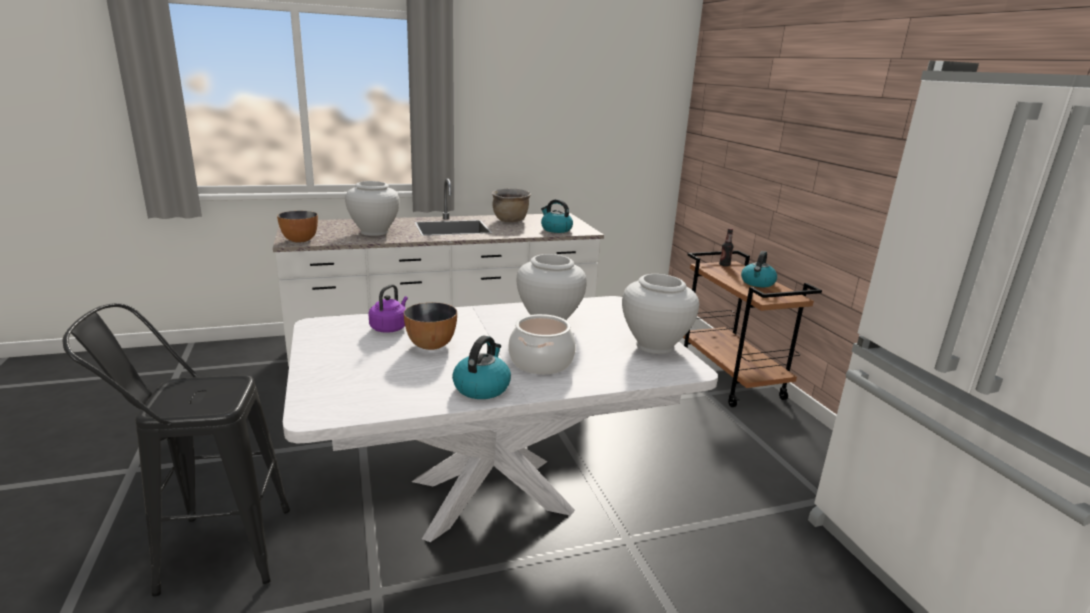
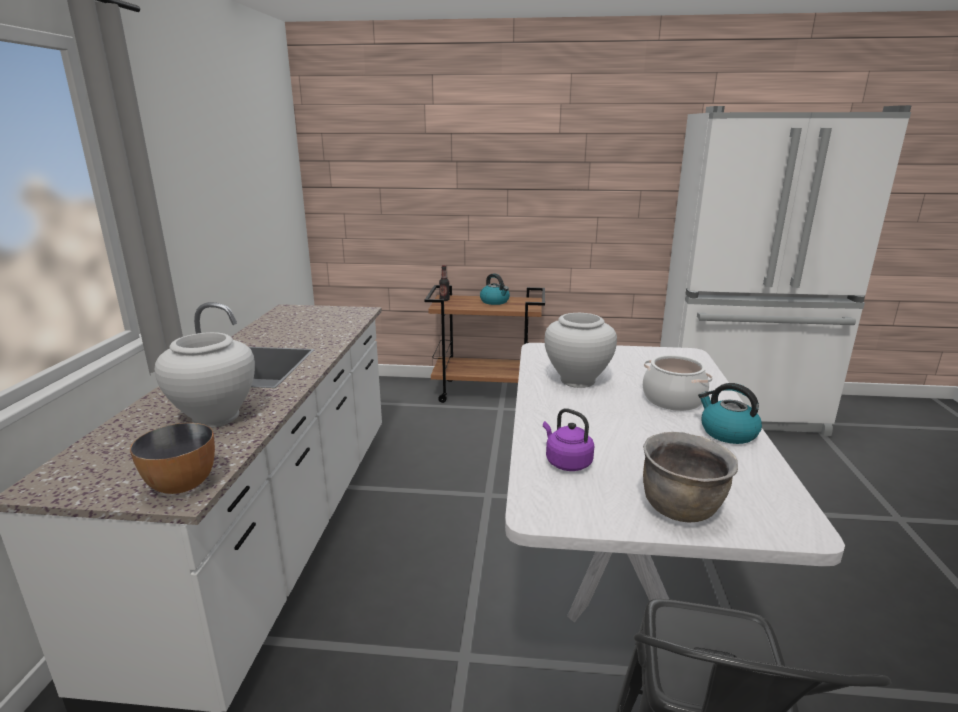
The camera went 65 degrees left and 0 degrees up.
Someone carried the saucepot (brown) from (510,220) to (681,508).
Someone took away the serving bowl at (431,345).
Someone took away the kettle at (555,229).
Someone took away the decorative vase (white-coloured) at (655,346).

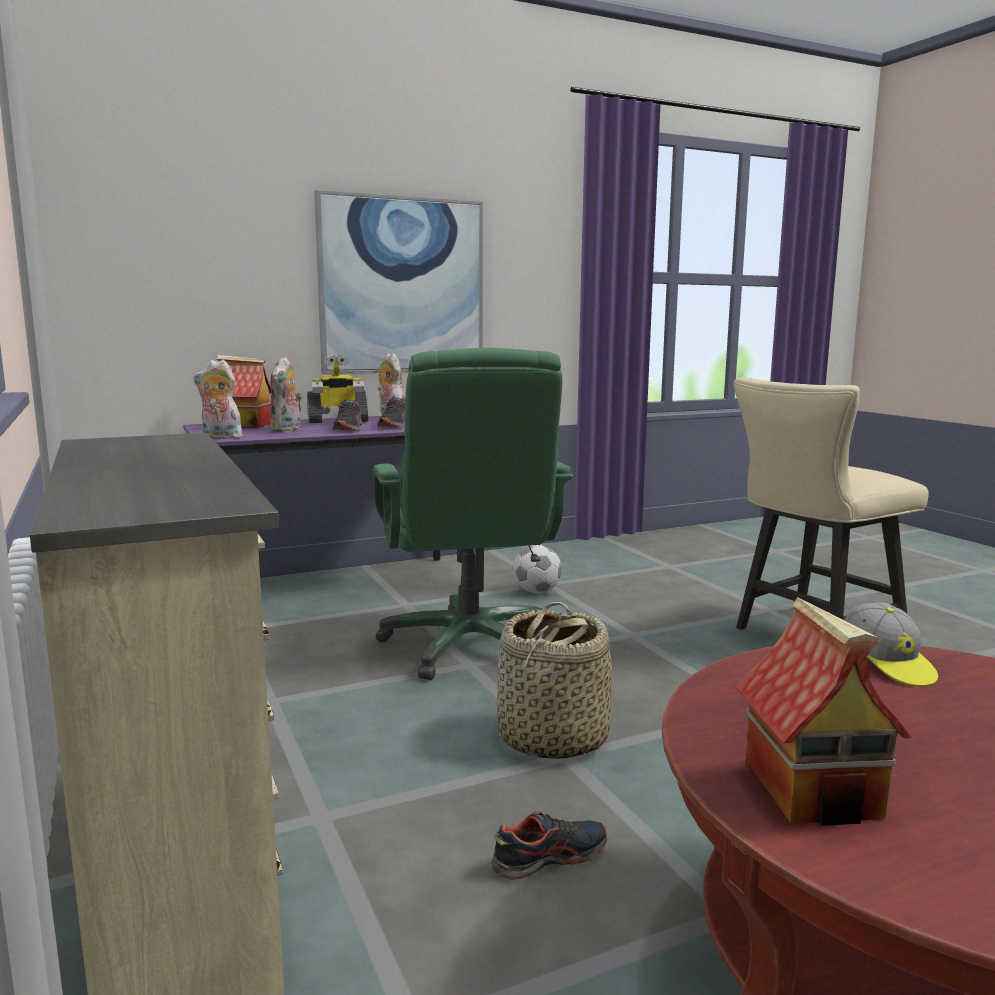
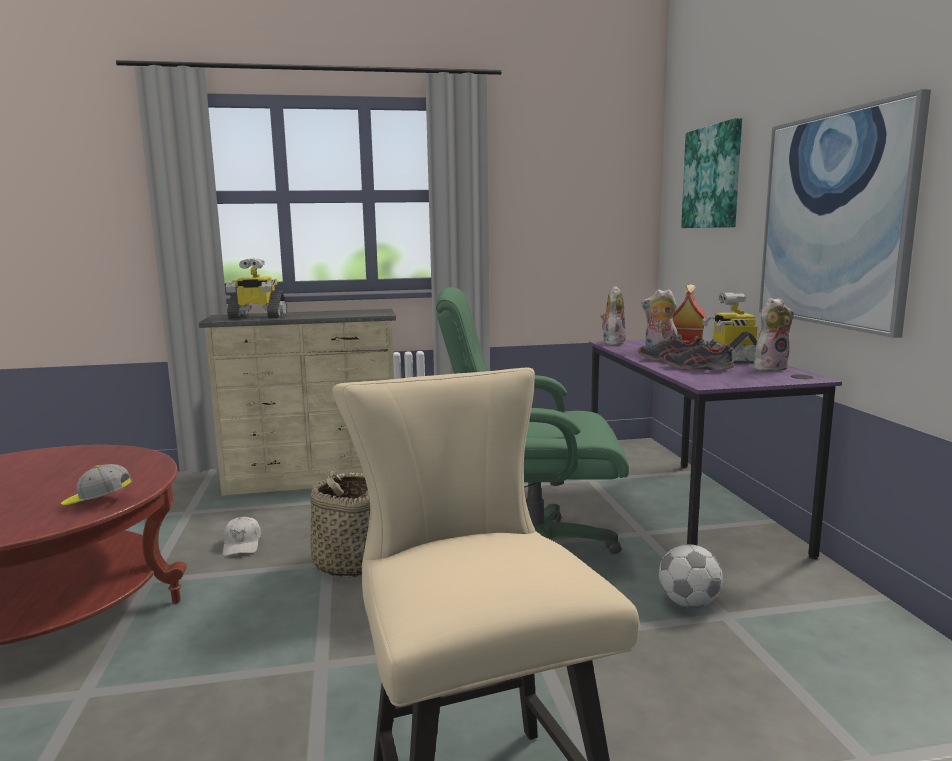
The camera went 105 degrees right and 0 degrees up.
Someone swapped the low shoe at (549,858) for the baseball cap (white-coloured) at (242,544).
Someone put down the robot figure at (257,317).
Someone put up the wall art at (712,177).
Someone took away the miniature house at (815,790).

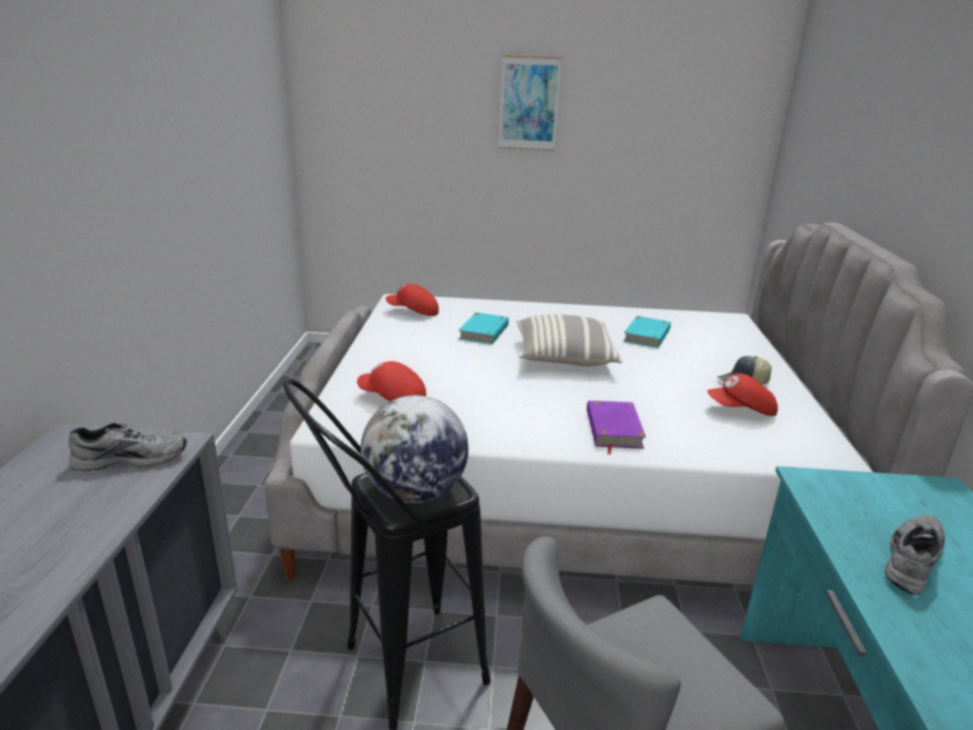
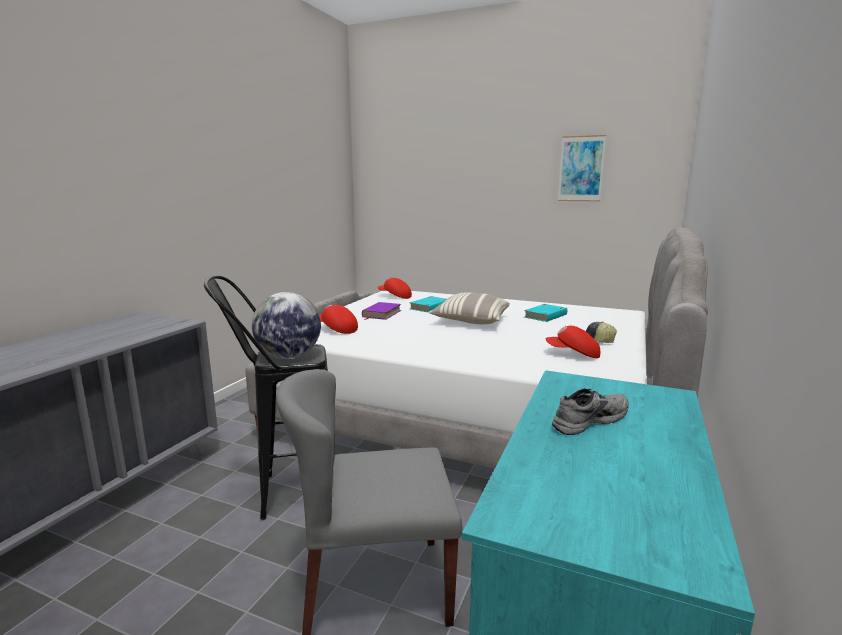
The camera went 20 degrees right and 10 degrees down.
Someone carried the bound book (purplish) from (613,429) to (381,314).
Someone carried the wall art from (529,104) to (581,169).
Someone took away the low shoe (gray) at (132,458).

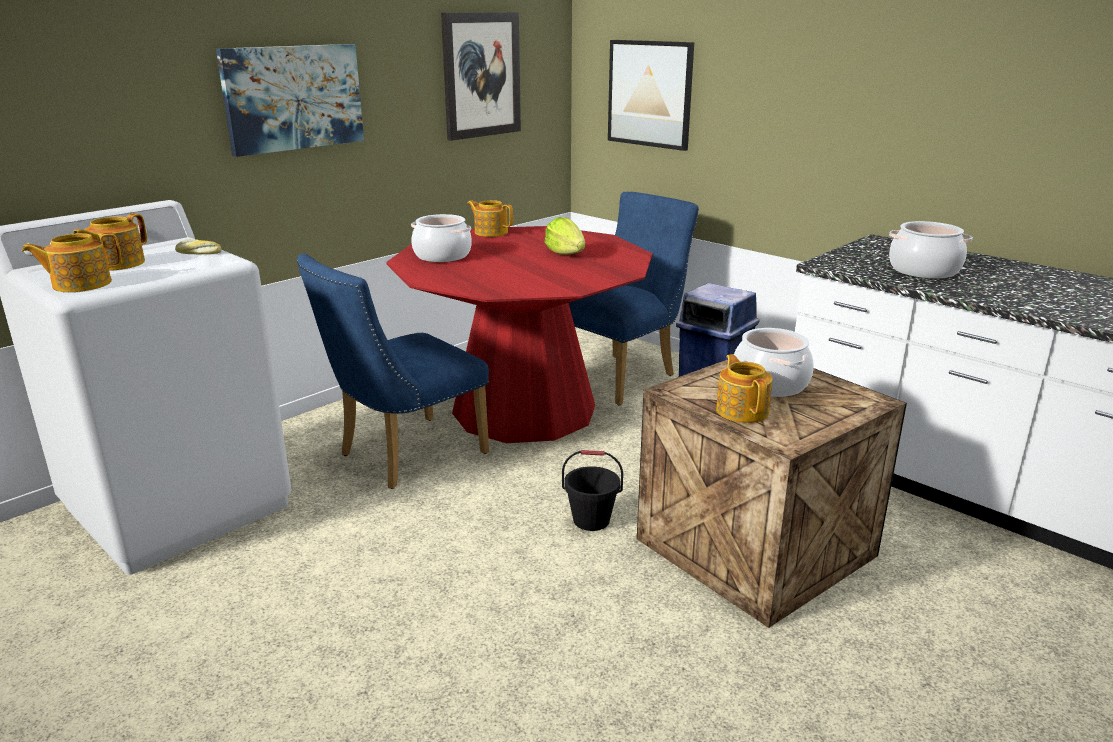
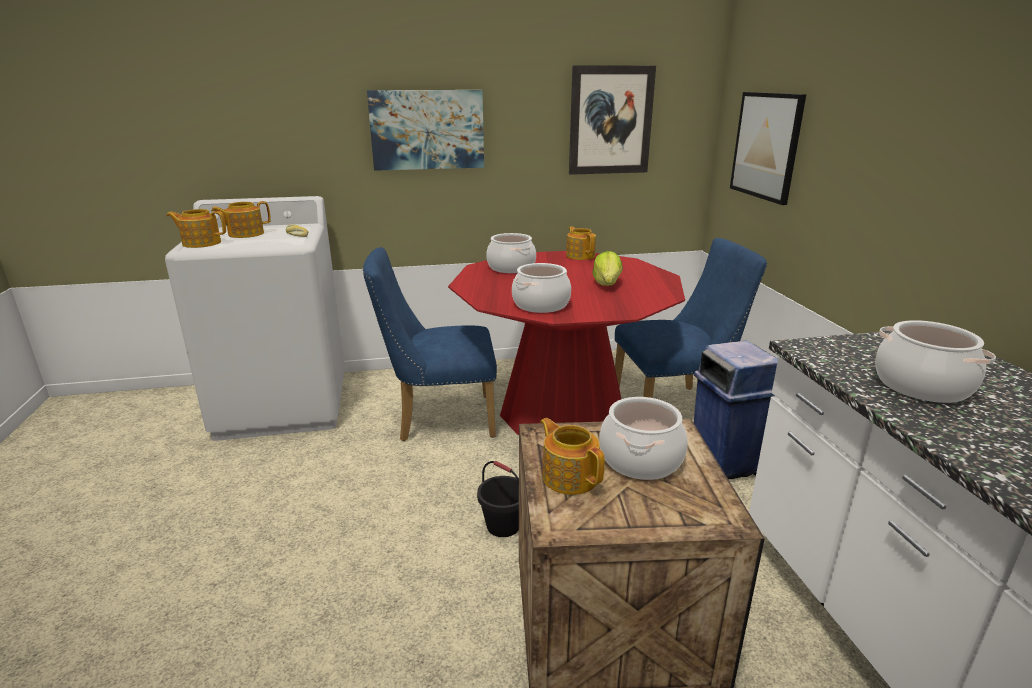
The camera went 35 degrees right and 0 degrees up.
Someone put down the saucepot at (541,305).
Someone rotated the teapot at (742,410) by 60 degrees counterclockwise.

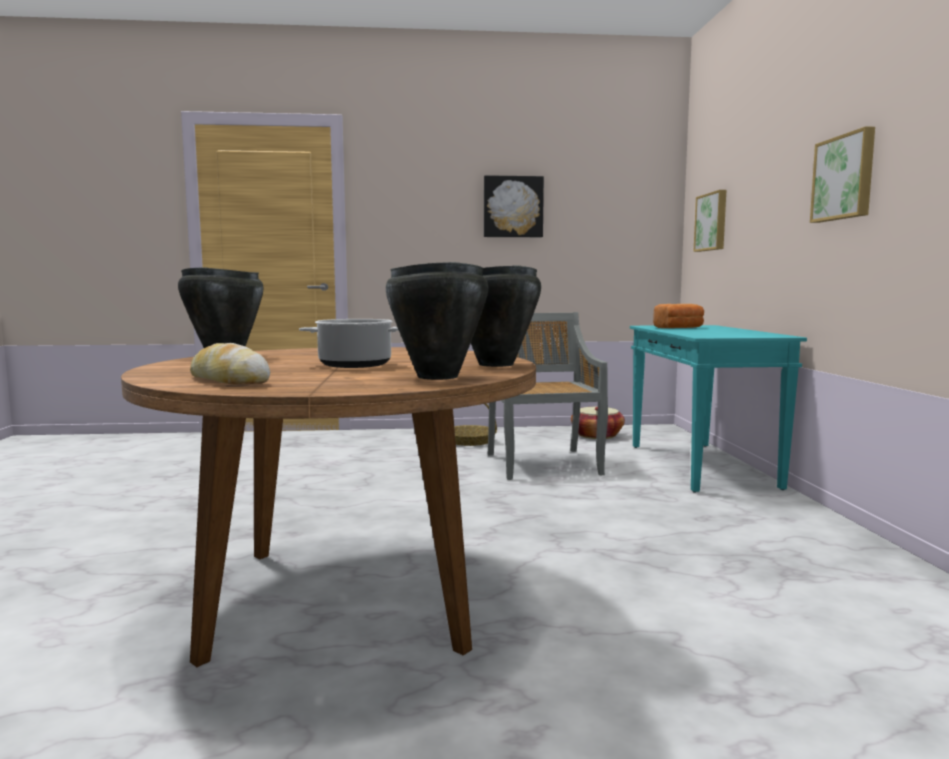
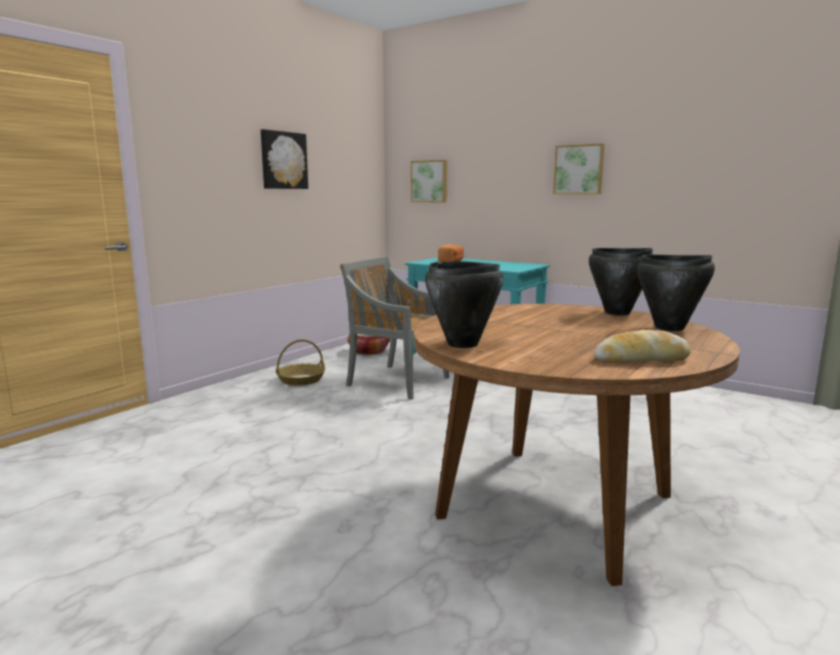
The camera went 50 degrees left and 5 degrees up.
Someone took away the saucepot at (356,365).

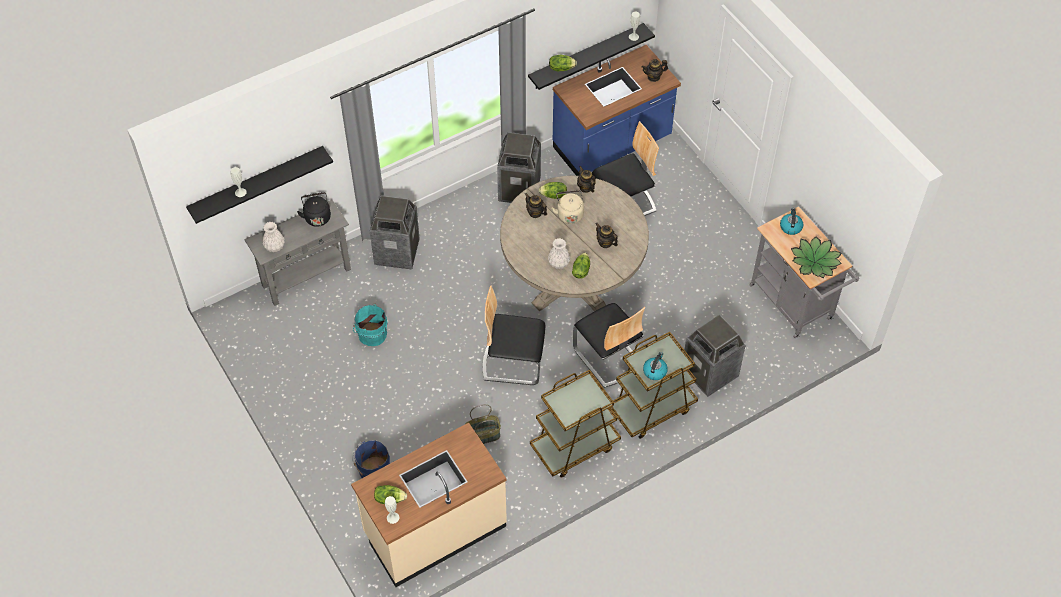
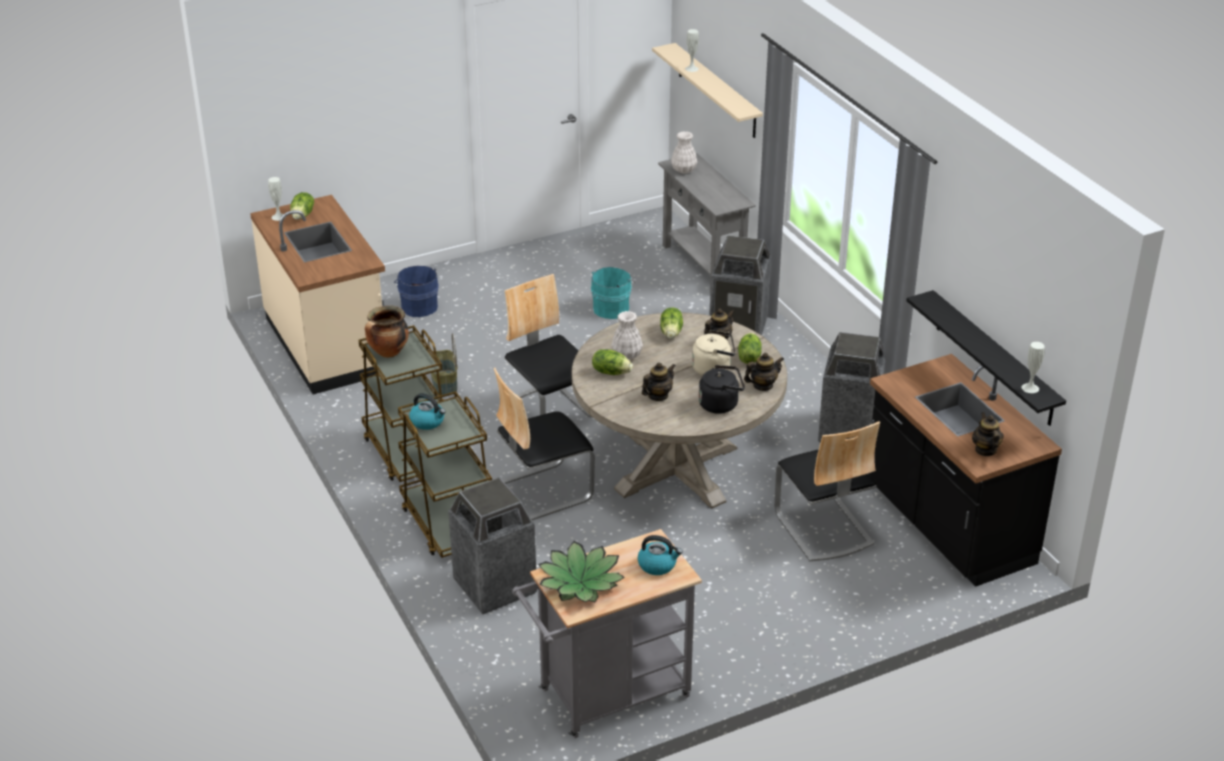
The camera went 95 degrees right and 20 degrees down.
Someone put down the saucepot at (388,353).
Someone rotated the chair at (513,362) by 45 degrees counterclockwise.
Someone repainted the shelf (black-coloured) at (257,184), which became the shelf (beige-coloured) at (717,91).
Someone carried the lettuce from (561,68) to (671,333).
Someone carried the kettle (black-coloured) from (317,216) to (721,404).
Someone repainted the kitchen counter (bluish) at (612,144), which became the kitchen counter (black-coloured) at (947,526).

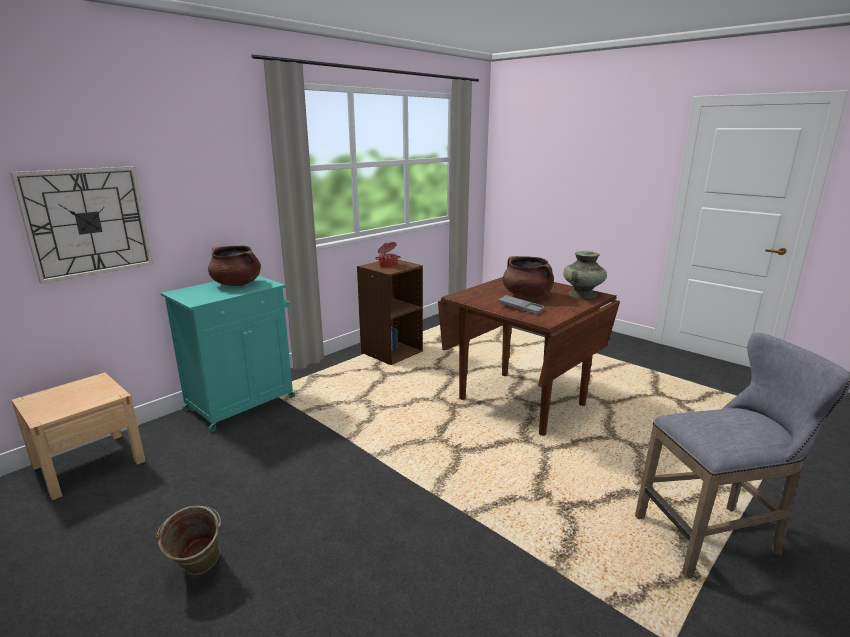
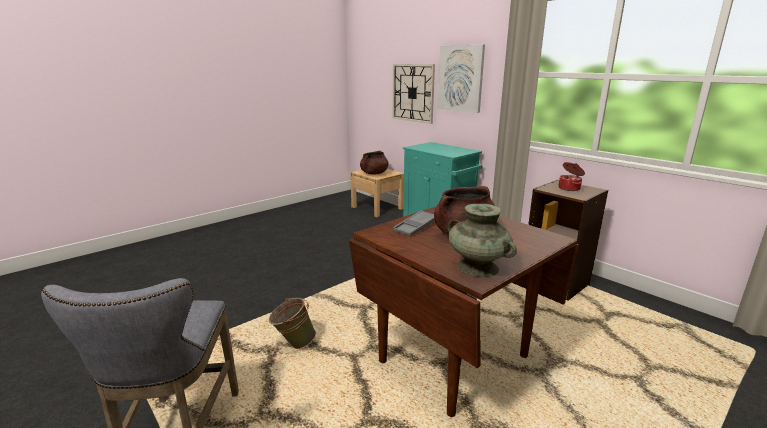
The camera went 95 degrees right and 0 degrees up.
Someone carried the bucket (greenish) from (198,572) to (293,343).
Someone carried the saucepot (brown) from (237,284) to (374,173).
Someone put up the wall art at (460,78).

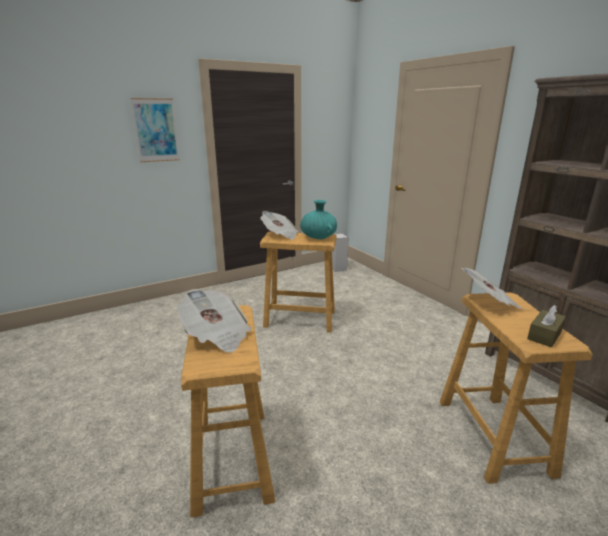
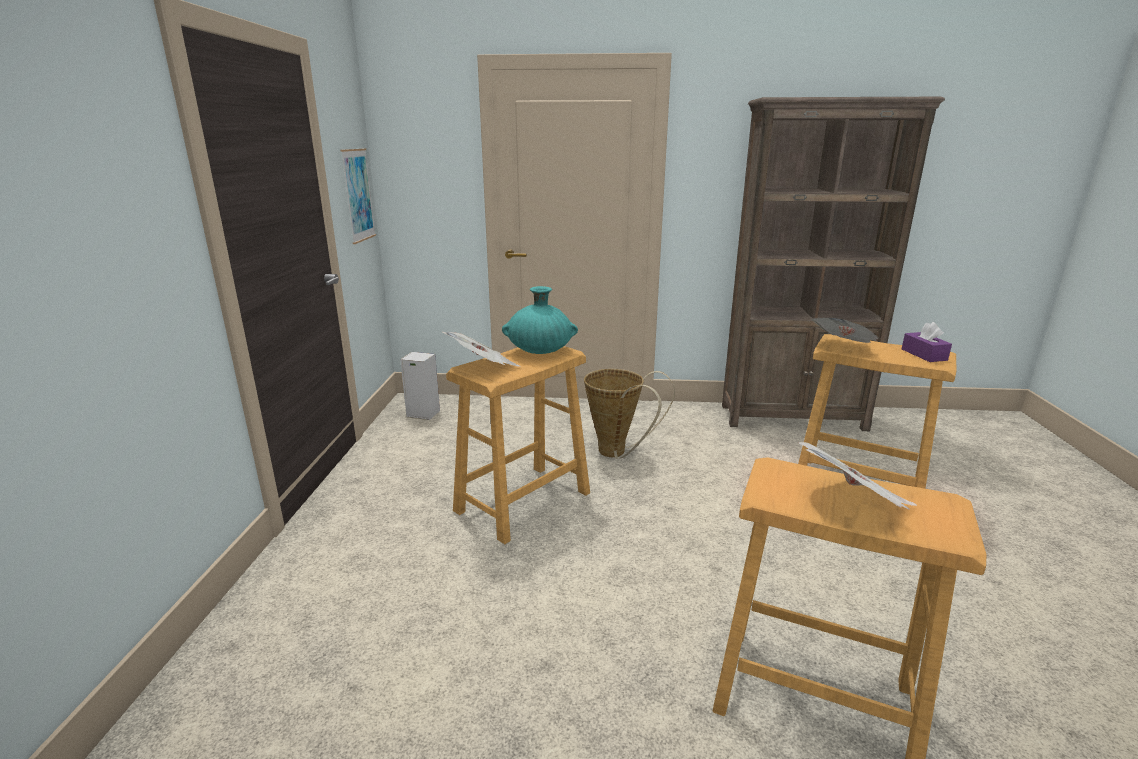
The camera went 55 degrees left and 0 degrees up.
Someone carried the wall art from (156,130) to (358,195).
Someone put down the storage basket at (618,453).
Someone repainted the tissue holder (brown) at (544,335), which became the tissue holder (purplish) at (924,354).

